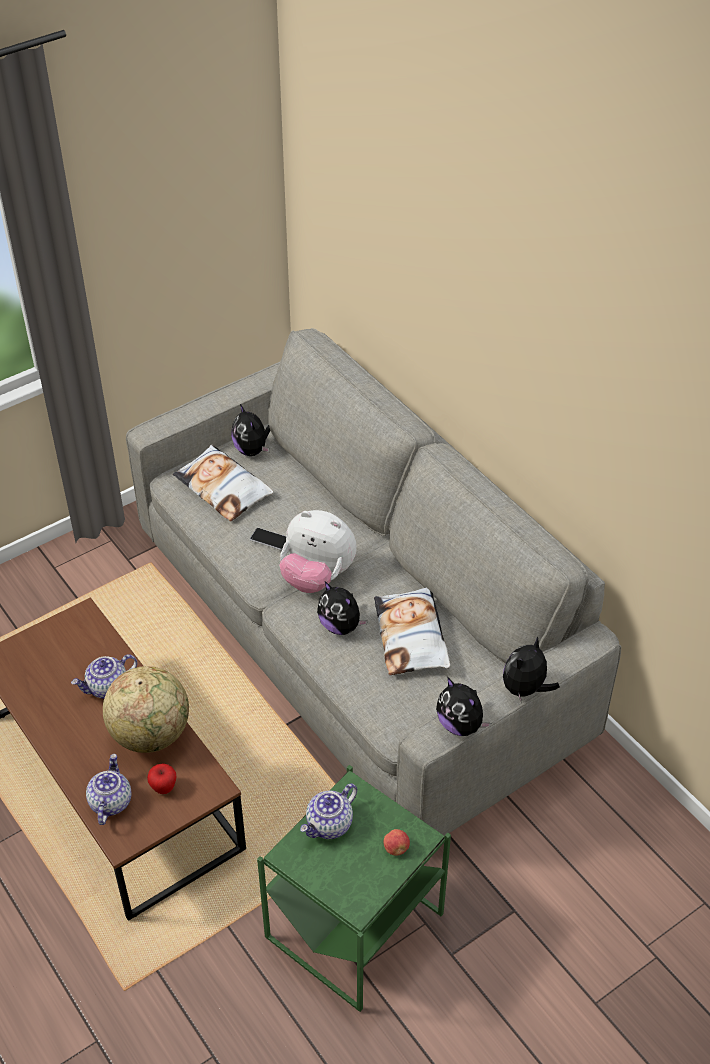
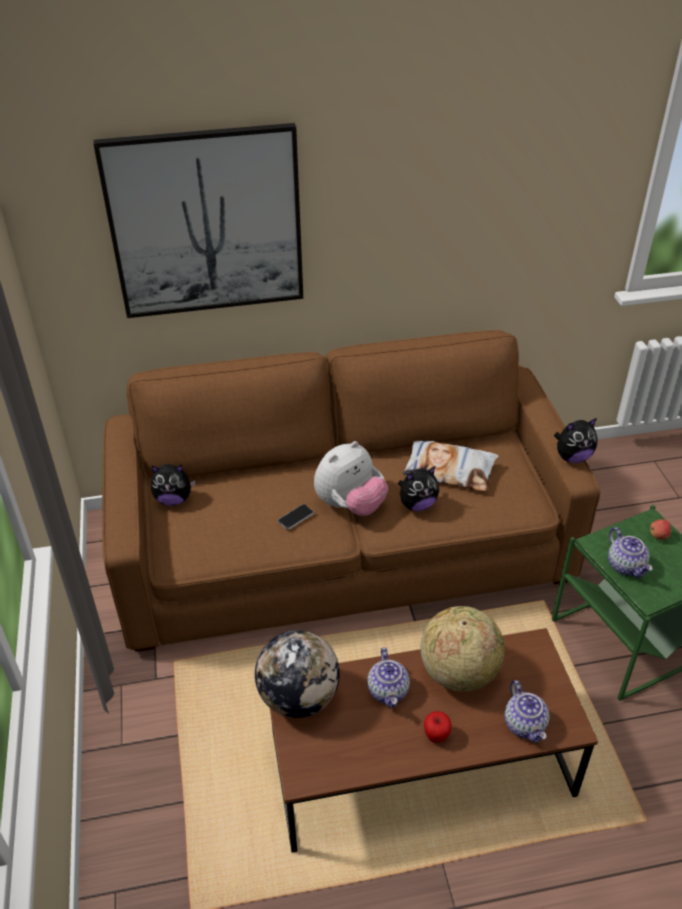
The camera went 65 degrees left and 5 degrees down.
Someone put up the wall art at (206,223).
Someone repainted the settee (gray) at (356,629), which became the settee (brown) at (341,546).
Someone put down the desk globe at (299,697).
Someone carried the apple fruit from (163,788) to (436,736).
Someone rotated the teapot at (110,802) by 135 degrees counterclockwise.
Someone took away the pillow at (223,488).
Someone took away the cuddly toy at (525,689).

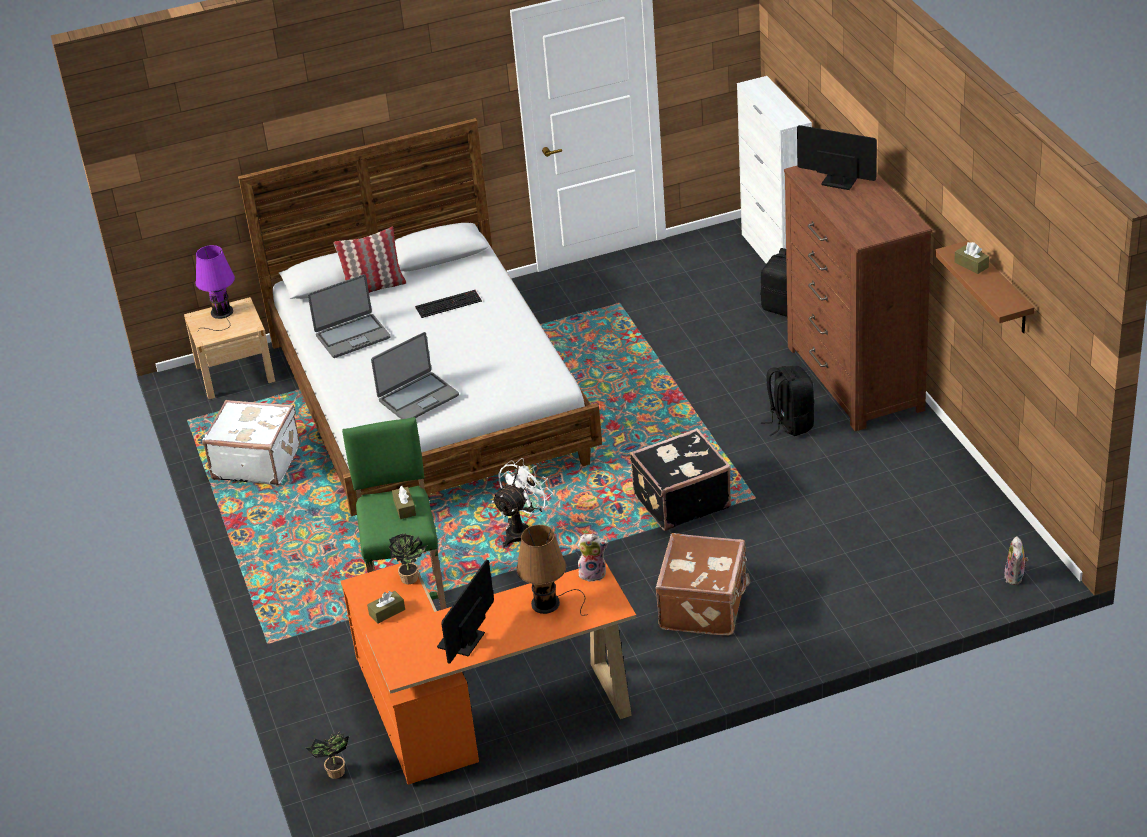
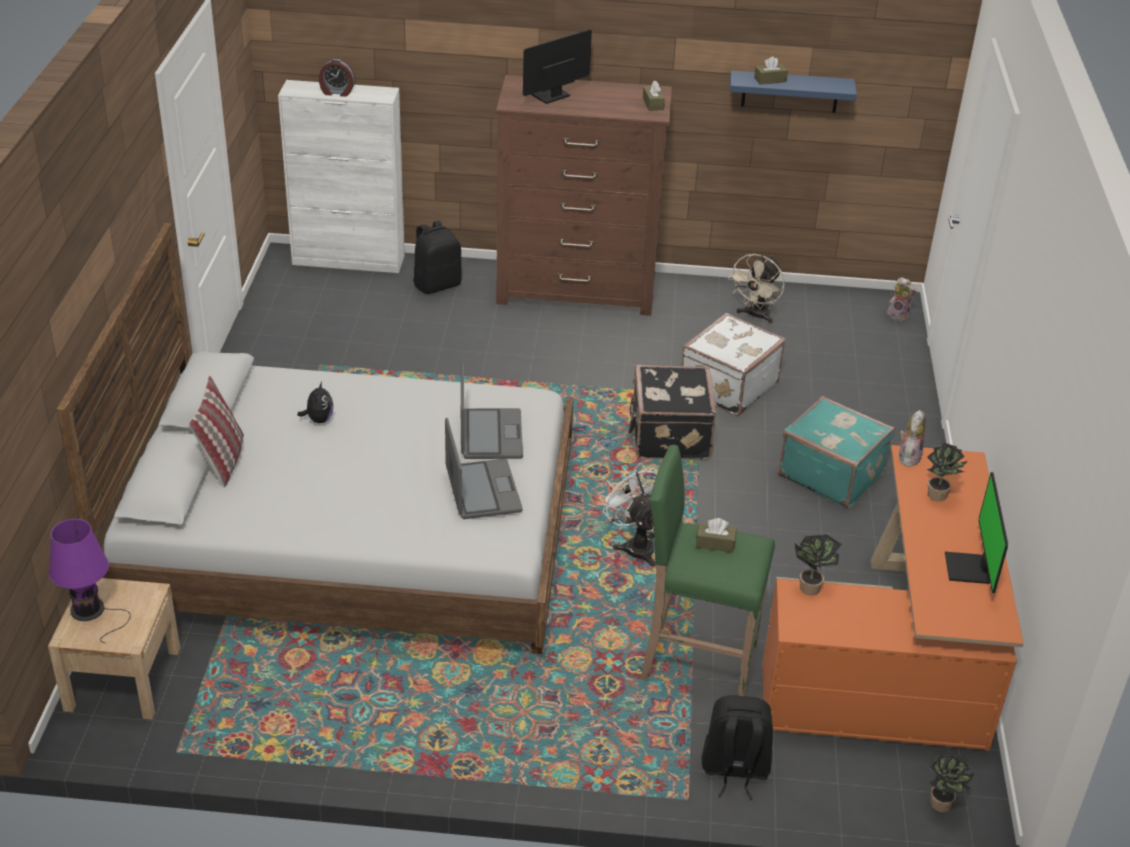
The camera went 70 degrees left and 0 degrees up.
Someone swapped the computer keyboard at (449,303) for the cuddly toy at (318,419).
Someone put down the table clock at (337,92).
Someone carried the portable computer from (352,336) to (490,435).
Someone carried the tissue holder (brown) from (387,612) to (653,104).
Someone carried the piece of luggage (white-coloured) from (257,462) to (727,386).
Someone carried the backpack (black-coloured) from (790,424) to (734,770).
Someone put down the cooling fan (beige-coloured) at (755,316).
Someone repainted the shelf (brown) at (999,289), which became the shelf (bluish) at (790,91).
Someone repainted the piece of luggage (brown) at (705,606), which became the piece of luggage (turquoise-coloured) at (831,474).
Someone swapped the table lamp (brown) at (549,603) for the potted plant at (939,497).
Someone rotated the computer screen at (463,642) by 45 degrees clockwise.

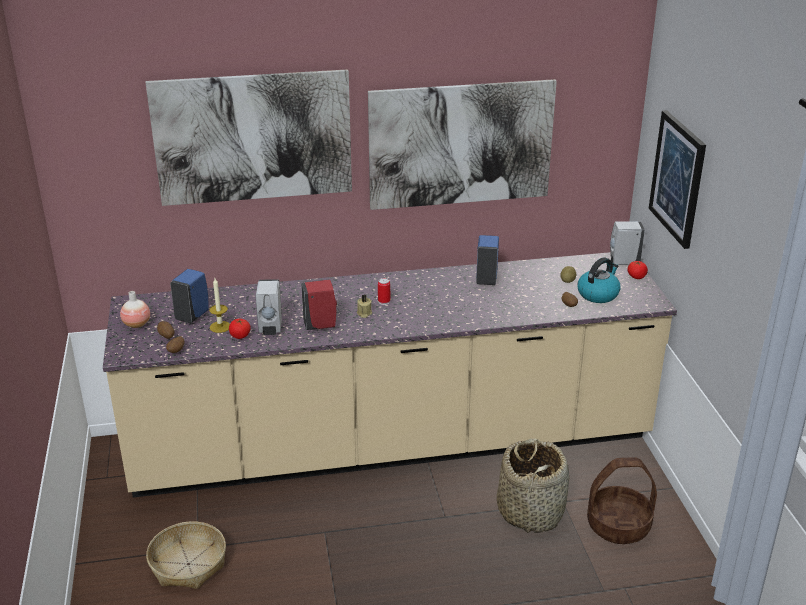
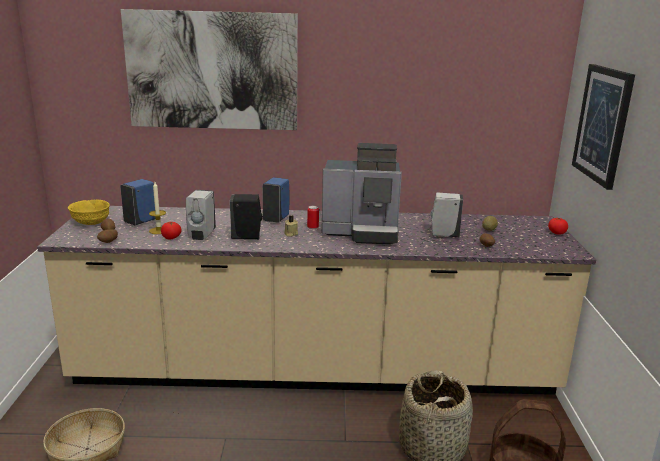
The camera went 10 degrees right and 10 degrees down.
Someone swapped the decorative vase at (136,324) for the serving bowl (yellowish) at (90,222).
Someone repainted the soap bottle (reddish) at (321,325), which became the soap bottle (black-coloured) at (247,238).
Someone carried the soap bottle (bluish) from (486,279) to (276,219).
Someone put down the coffee maker at (363,232).
Someone carried the soap bottle (white-coloured) from (622,262) to (443,235).
Someone took away the wall art at (461,144).
Someone took away the kettle at (598,294).

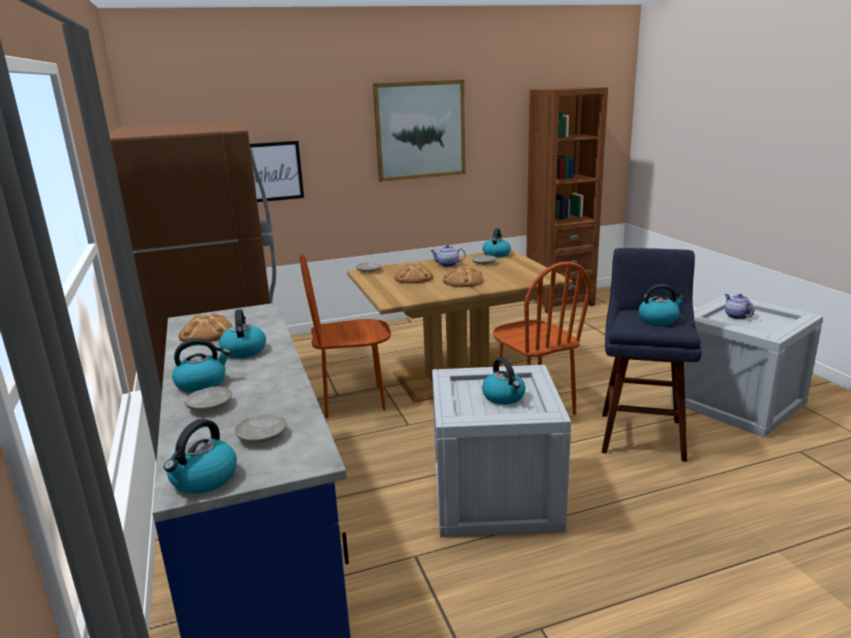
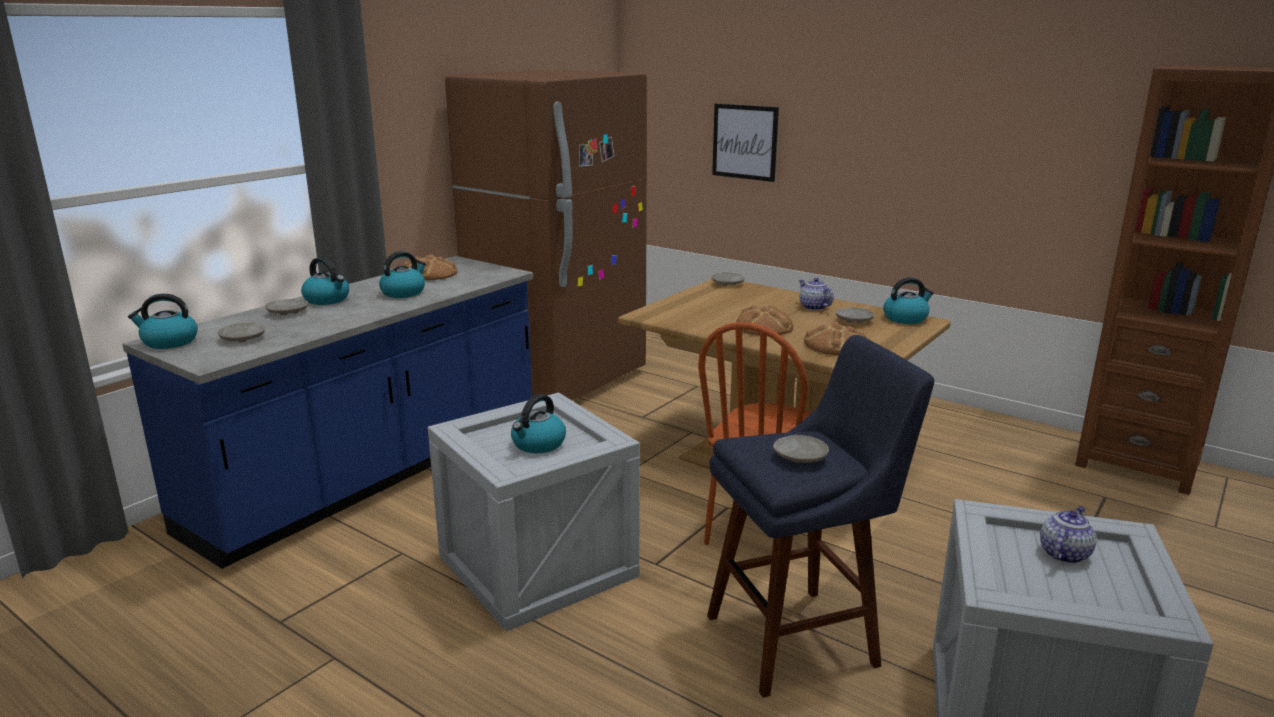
The camera went 55 degrees right and 0 degrees up.
Someone swapped the kettle at (658,319) for the flat dish (beige-coloured) at (800,457).
Someone carried the bakery bread from (413,278) to (835,345).
Someone took away the chair (brown) at (353,401).
Someone took away the wall art at (420,130).

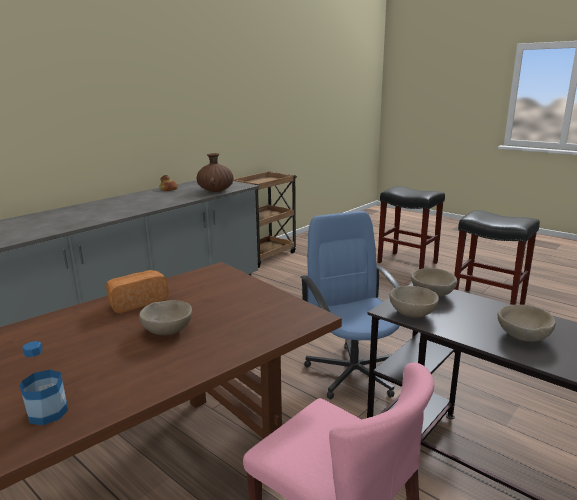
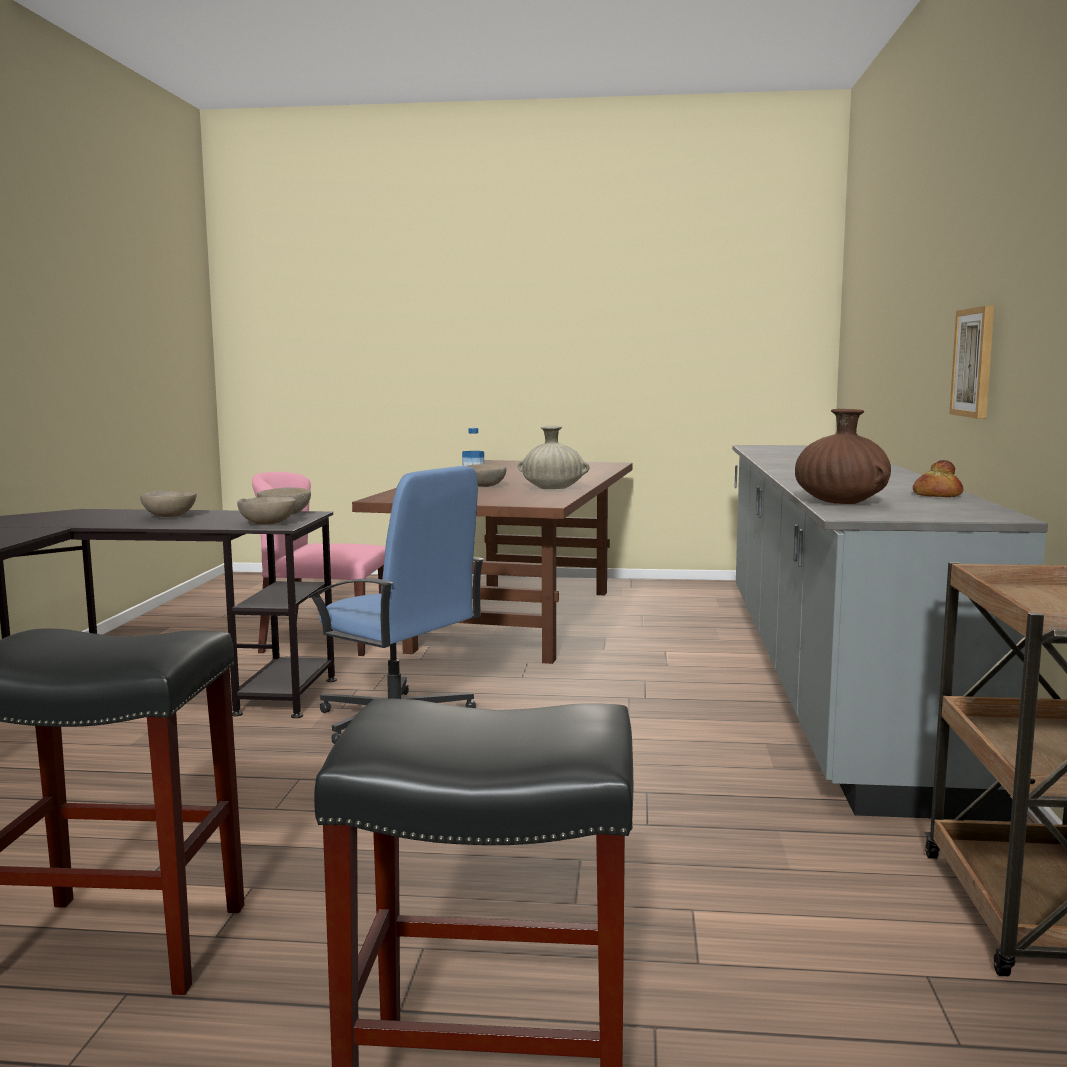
The camera went 145 degrees right and 10 degrees down.
Someone swapped the bakery bread at (137,302) for the decorative vase (beige-coloured) at (553,489).
Someone put up the wall art at (975,362).

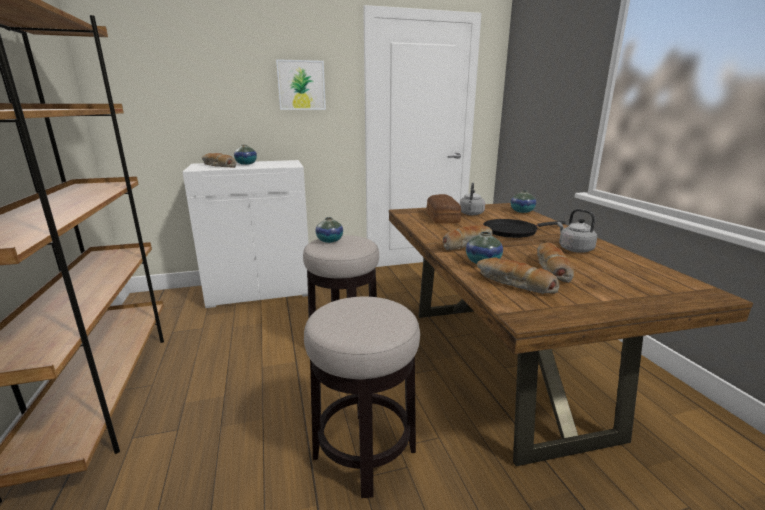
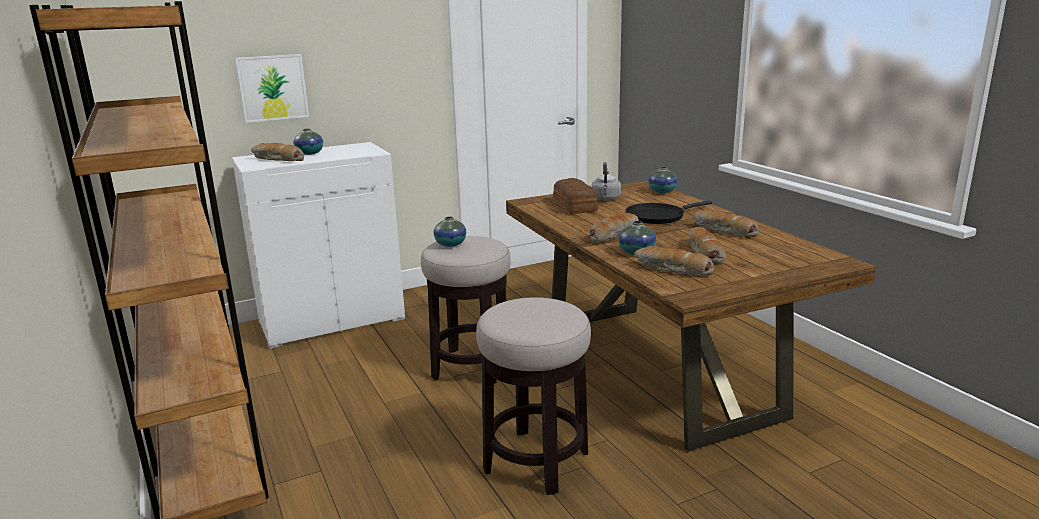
The camera went 10 degrees left and 0 degrees up.
Someone carried the wall art from (301,85) to (272,88).
Someone swapped the kettle (gray) at (574,249) for the bakery bread at (723,231).

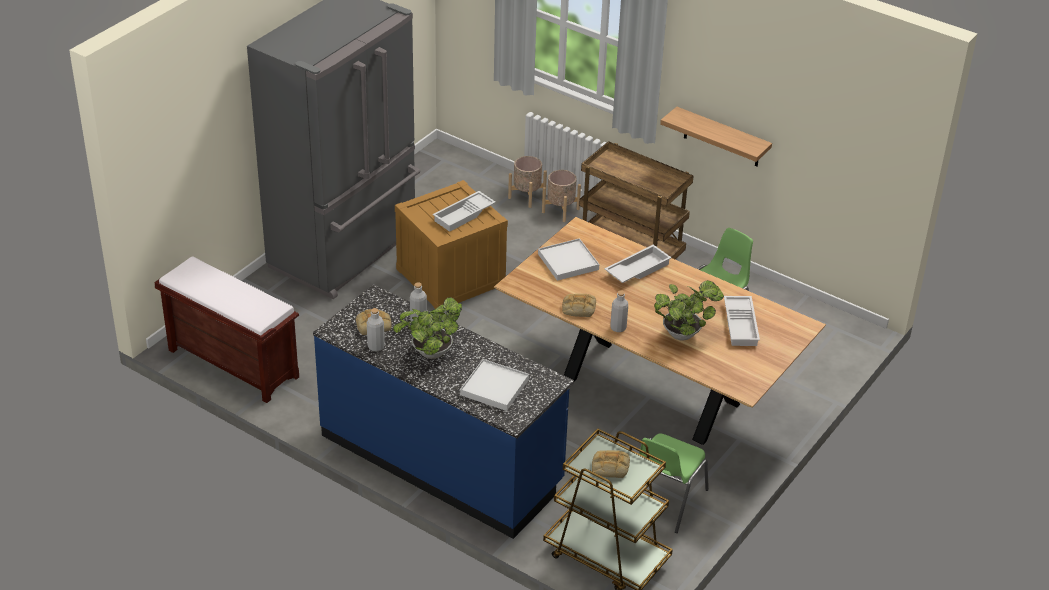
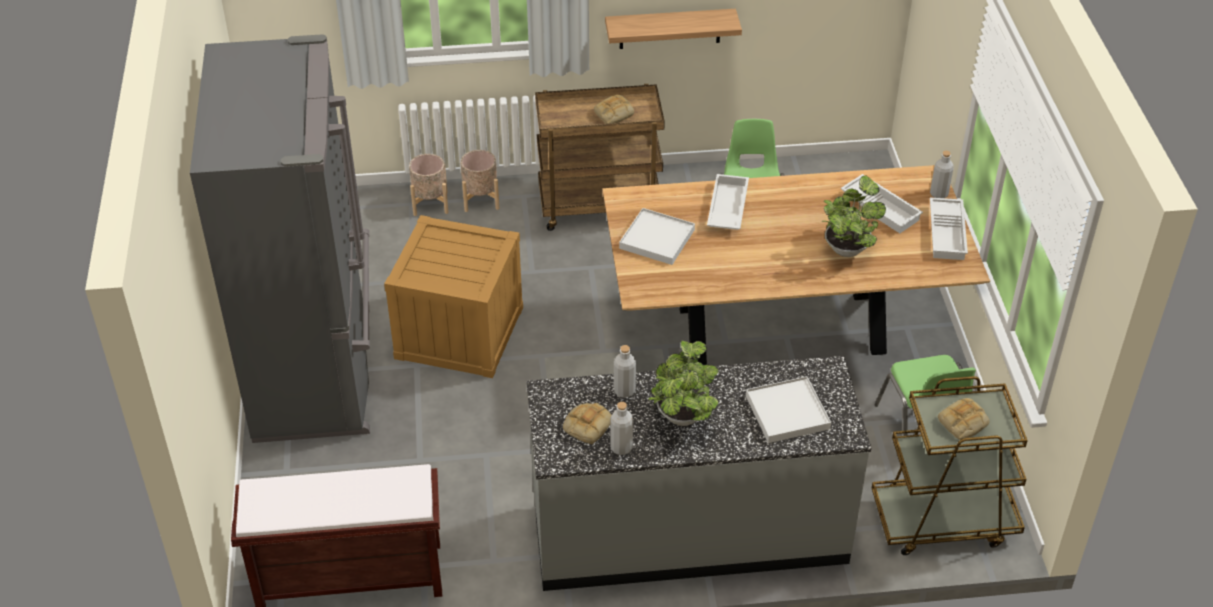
The camera went 40 degrees left and 5 degrees up.
Someone repainted the kitchen counter (bluish) at (442,459), which became the kitchen counter (gray) at (688,531).
Someone carried the bakery bread from (578,308) to (613,114).
Someone carried the beverage bottle (gray) from (618,328) to (939,194).
Someone carried the serving tray (white-coloured) from (464,215) to (948,233).

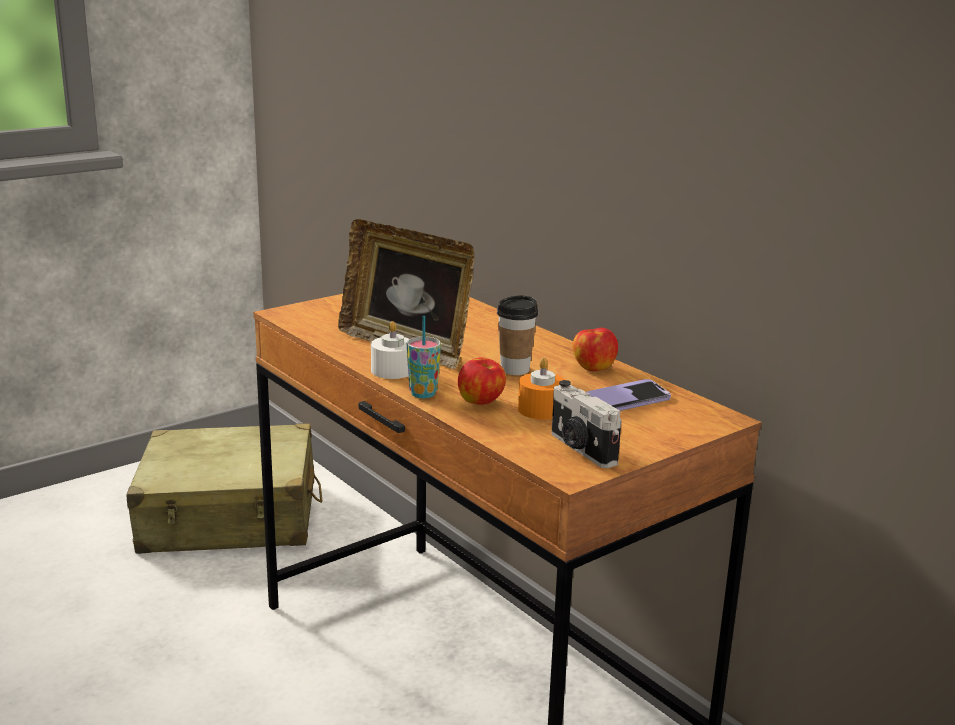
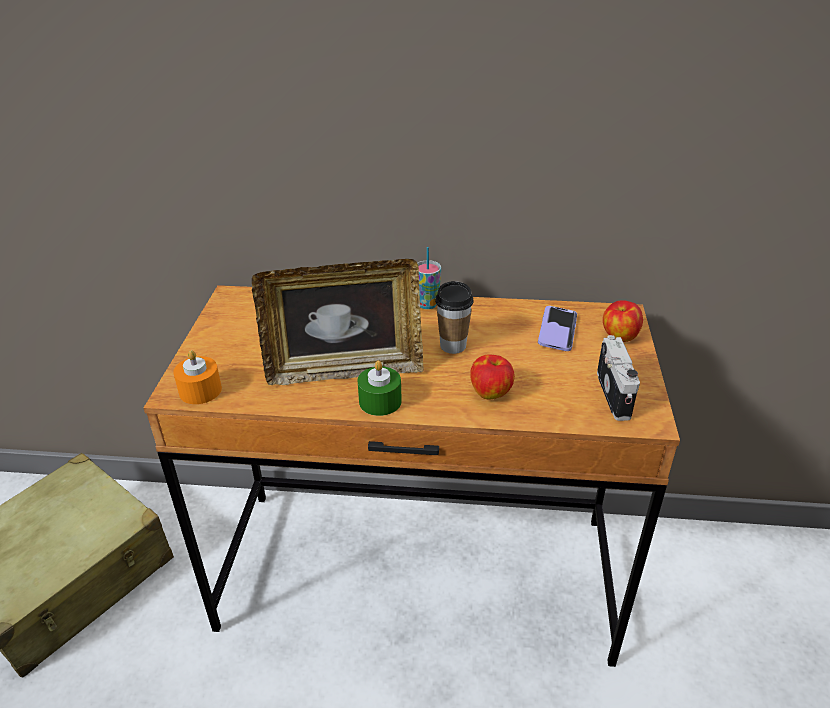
The camera went 45 degrees left and 15 degrees up.
Someone carried the wax candle (orange-coloured) from (541,409) to (200,390).
Someone repainted the wax candle (white-coloured) at (392,370), which became the wax candle (greenish) at (380,401).
Someone carried the drinking cup from (423,394) to (427,304).
Someone rotated the still camera at (581,449) by 105 degrees counterclockwise.
Someone carried the apple fruit from (593,367) to (619,336).

